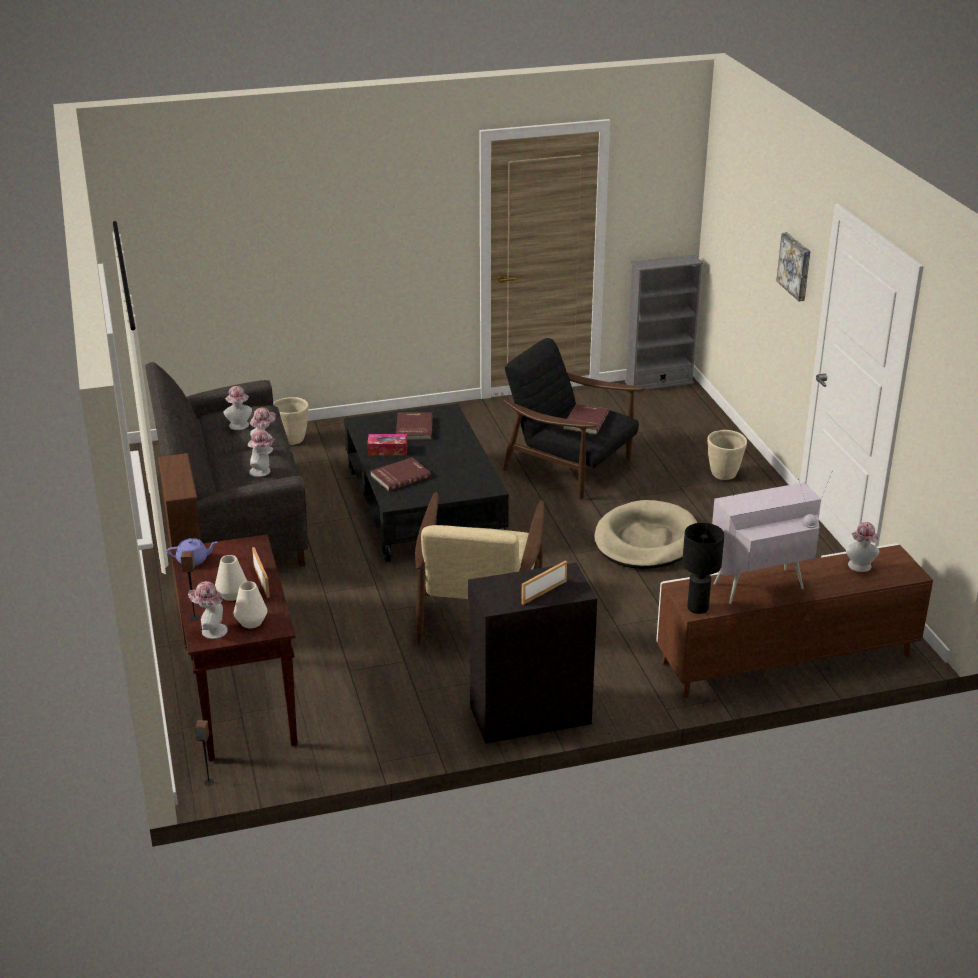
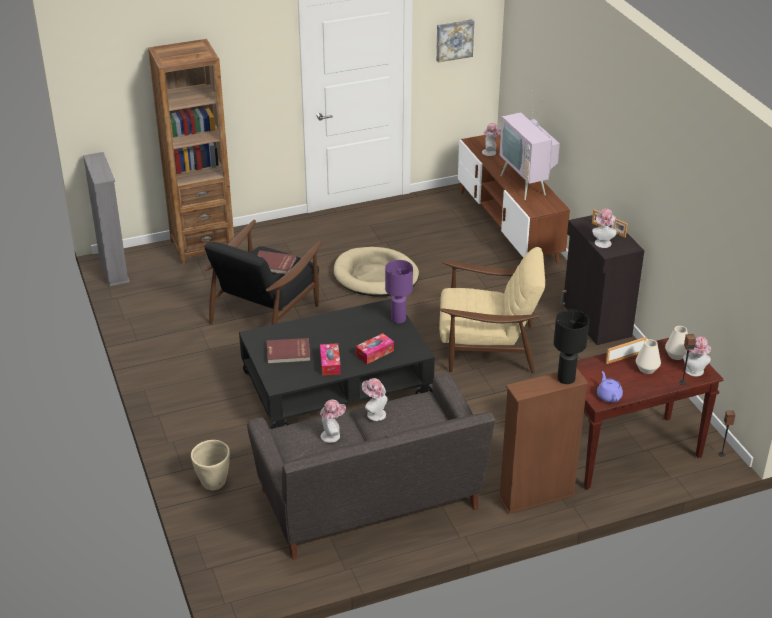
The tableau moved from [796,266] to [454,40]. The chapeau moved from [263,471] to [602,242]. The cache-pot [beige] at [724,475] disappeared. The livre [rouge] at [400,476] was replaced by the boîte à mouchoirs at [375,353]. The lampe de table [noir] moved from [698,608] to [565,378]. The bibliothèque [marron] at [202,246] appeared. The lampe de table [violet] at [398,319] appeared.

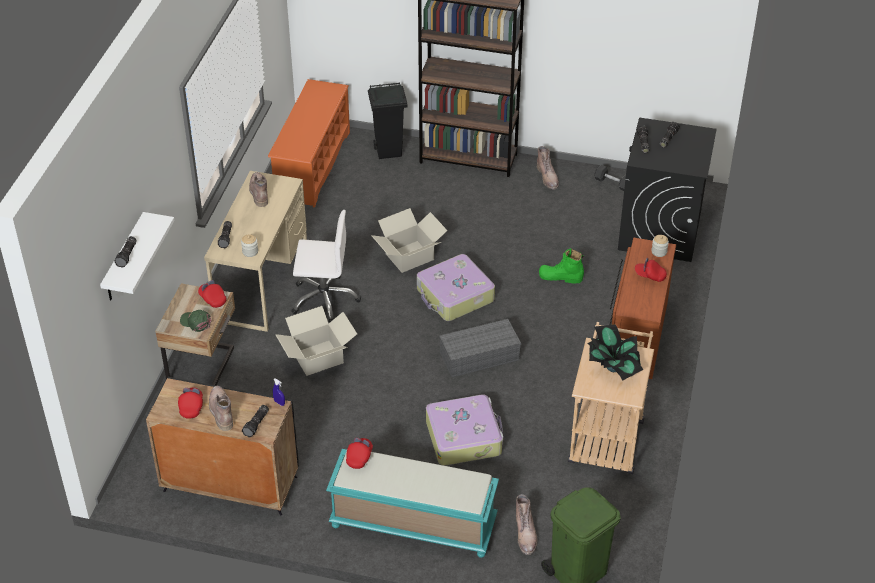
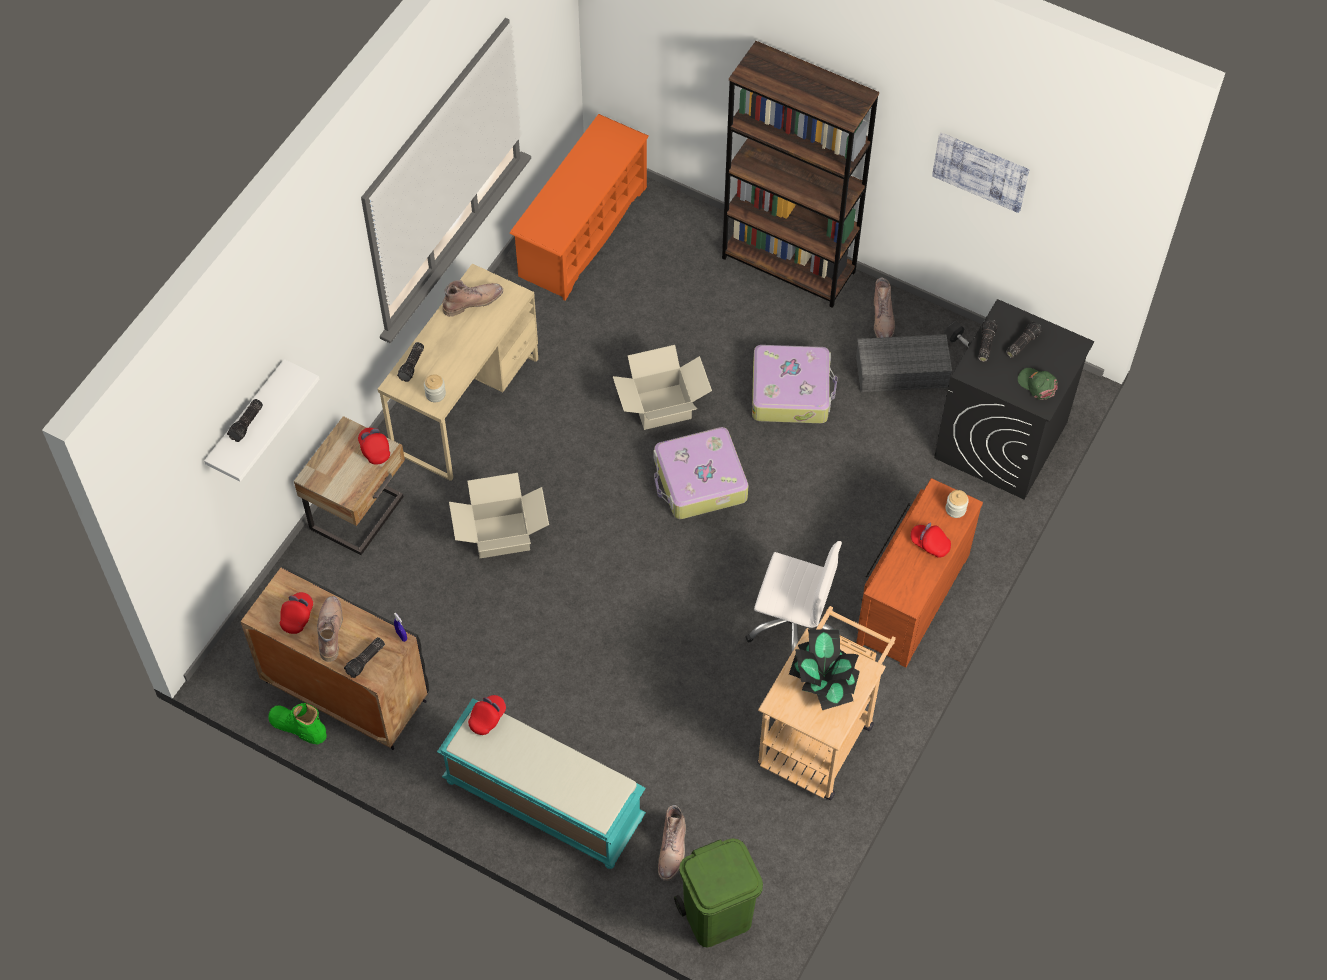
The poubelle [noir] at [389,151] disappeared. The botte [marron] at [258,192] turned 60 degrees clockwise. The chaise de bureau [blanc] moved from [324,299] to [793,626]. The botte [vert] moved from [560,277] to [298,727]. The casquette [vert] moved from [196,322] to [1037,384]. The boîte de rangement [gris] moved from [478,357] to [900,372]. The valise moved from [464,437] to [791,391]. The tableau at [981,171] appeared.

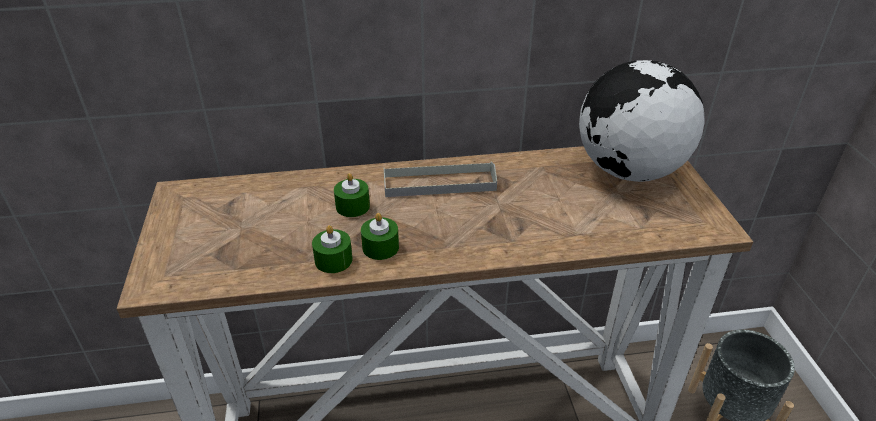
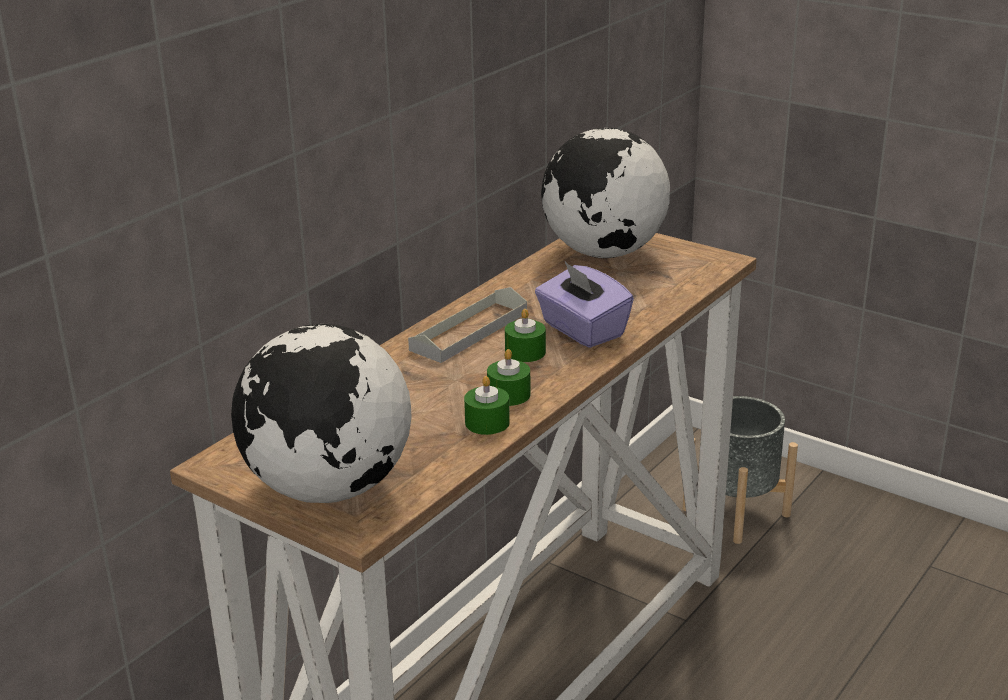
The bougie [vert] moved from [352,206] to [525,352]. The boîte à mouchoirs [violet] at [582,330] appeared. The globe at [329,489] appeared.

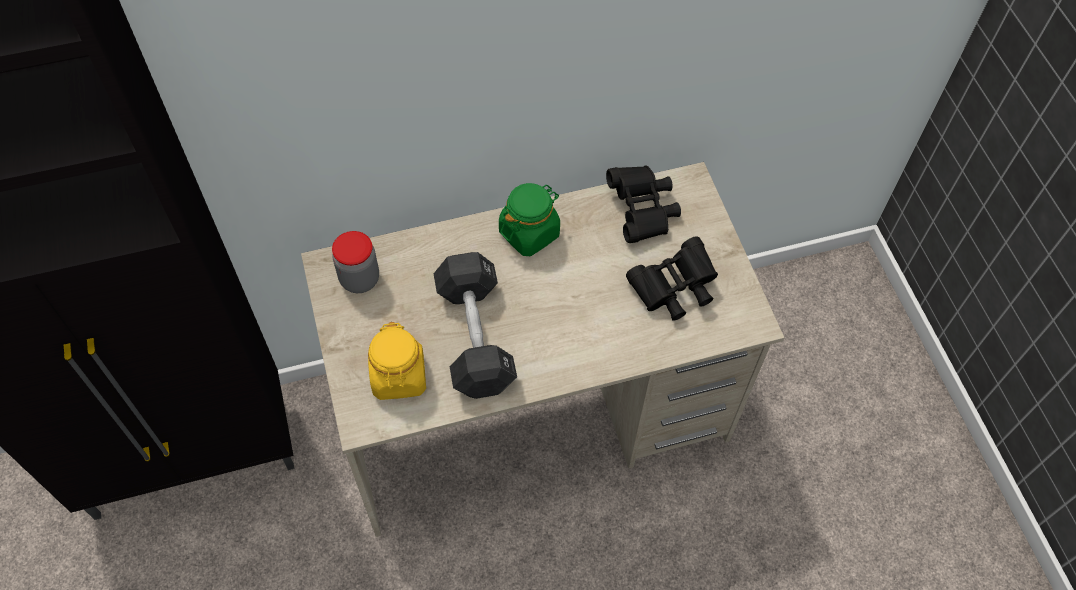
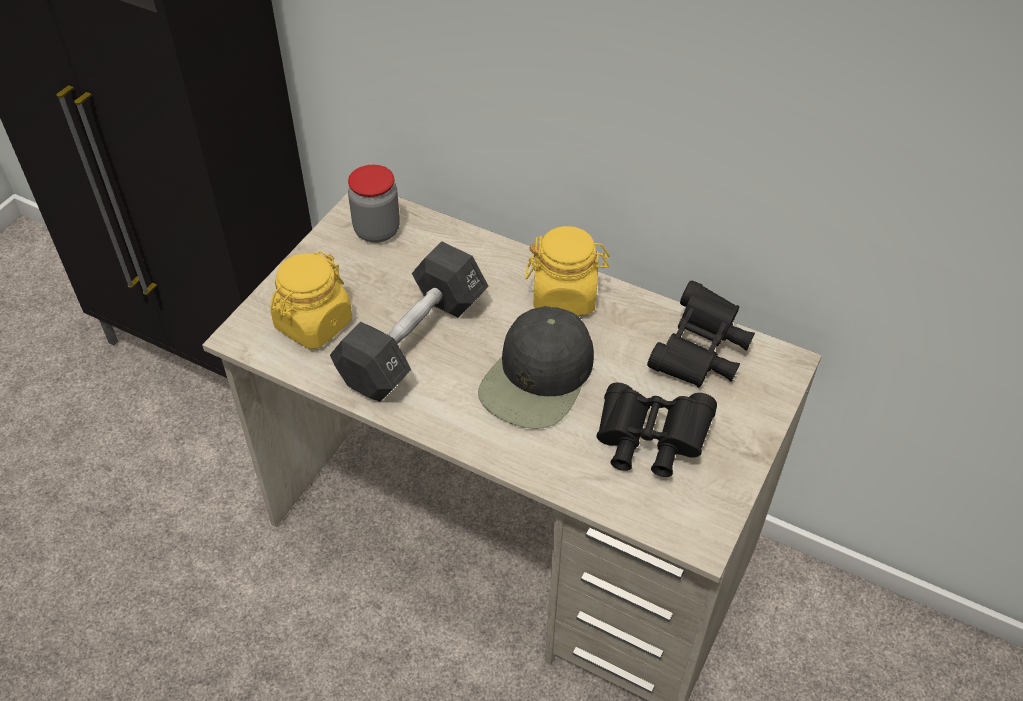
The bocal [vert] at [529,233] became the bocal [jaune] at [565,296]. The casquette [noir] at [538,379] appeared.

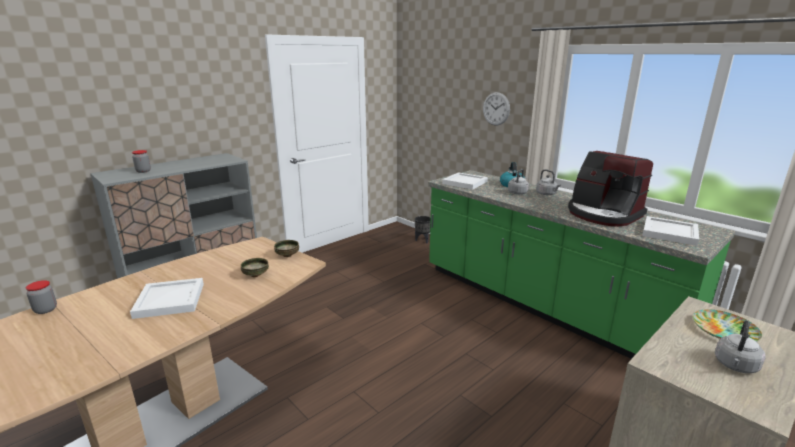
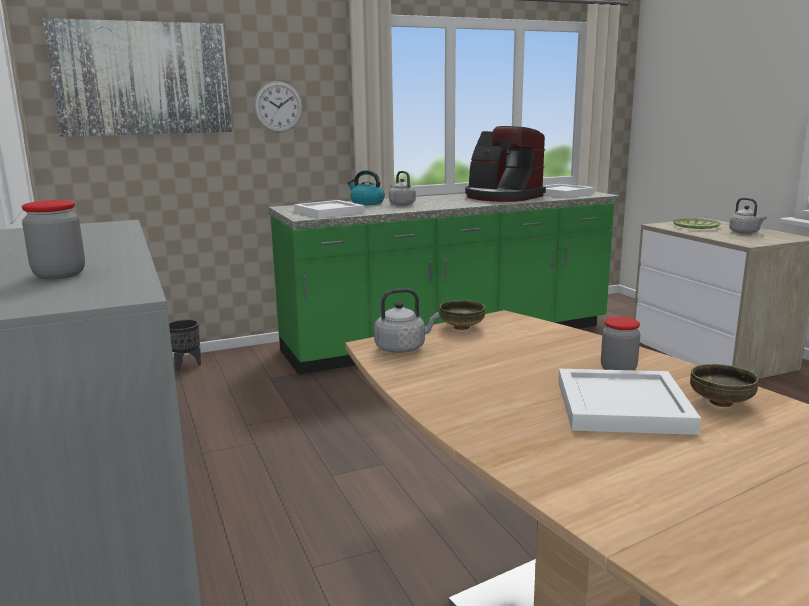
The machine à café at [603,214] turned 60 degrees clockwise. The bouilloire [gris] moved from [547,194] to [403,348]. The bol moved from [255,275] to [720,403]. The bocal moved from [45,310] to [618,370]. The tableau at [143,79] appeared.

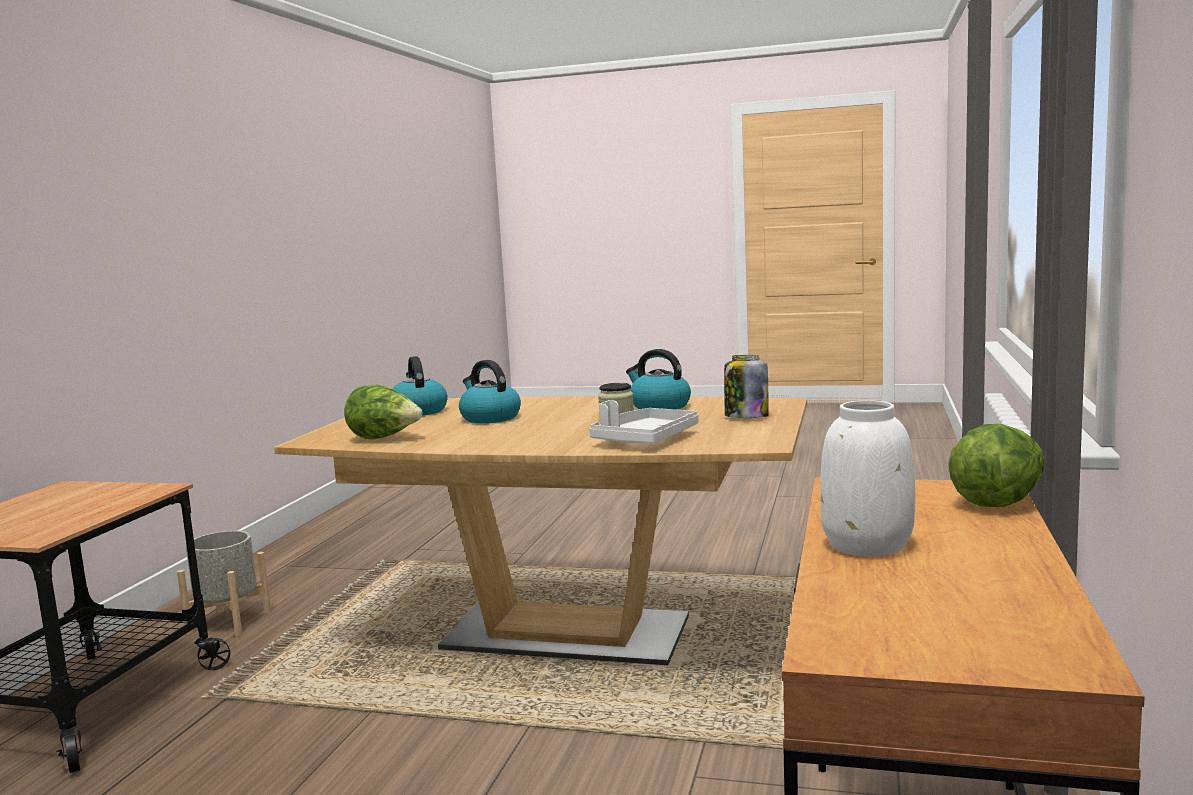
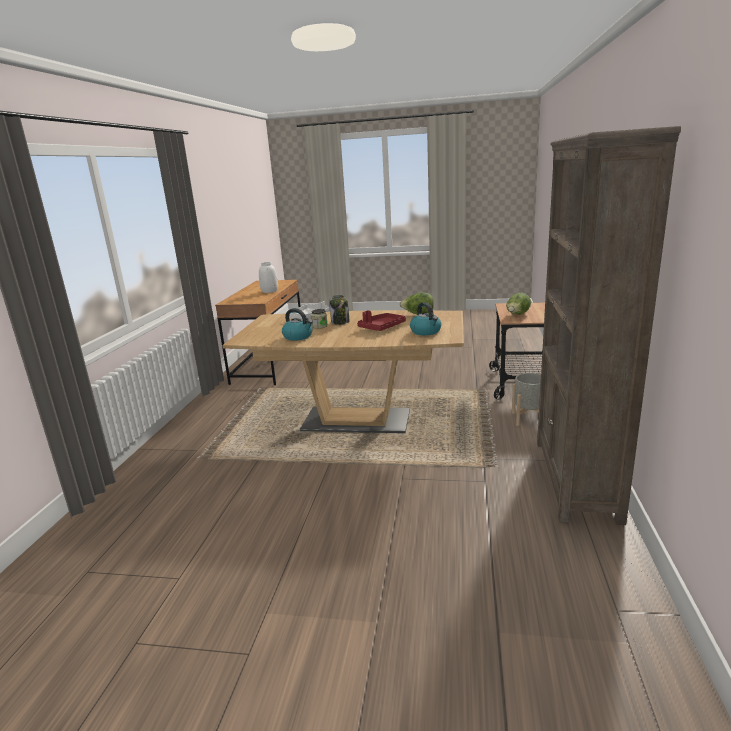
The bocal moved from [745,417] to [340,322]. The bouilloire at [489,418] was replaced by the plateau [rouge] at [381,327]. The laitue moved from [998,501] to [517,315]. The bibliothèque [marron] at [575,479] appeared.

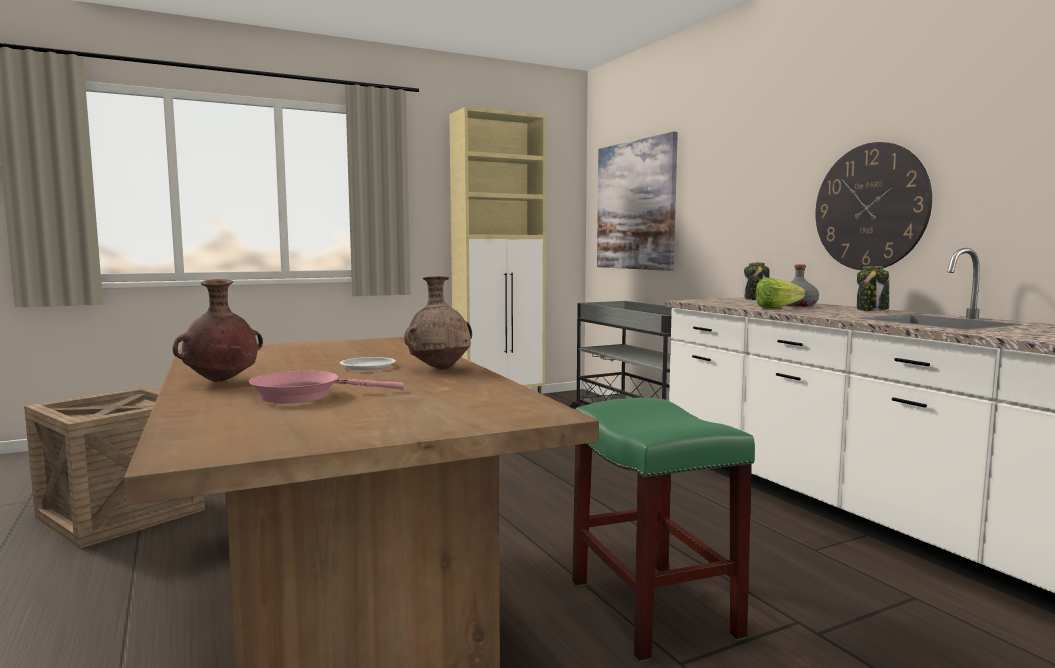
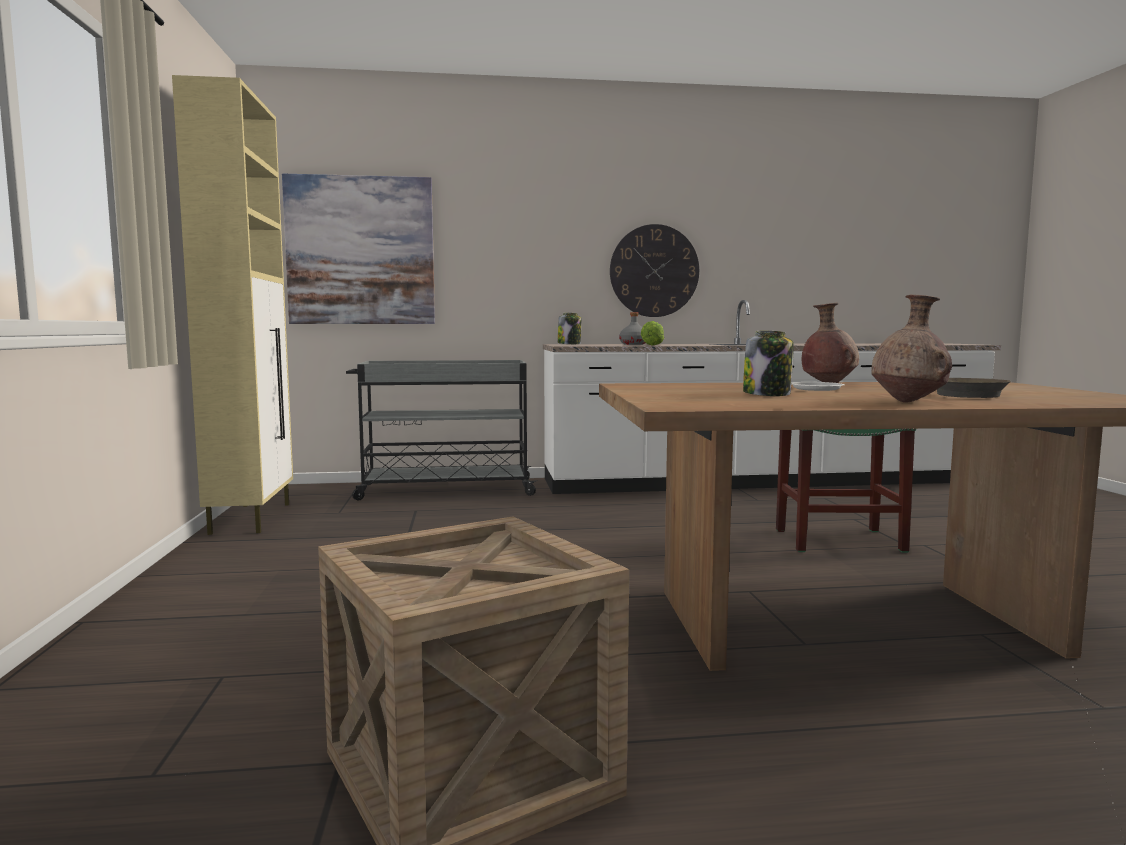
The bocal moved from [872,310] to [767,394]. The poêle [rose] at [304,396] became the poêle [marron] at [963,395].

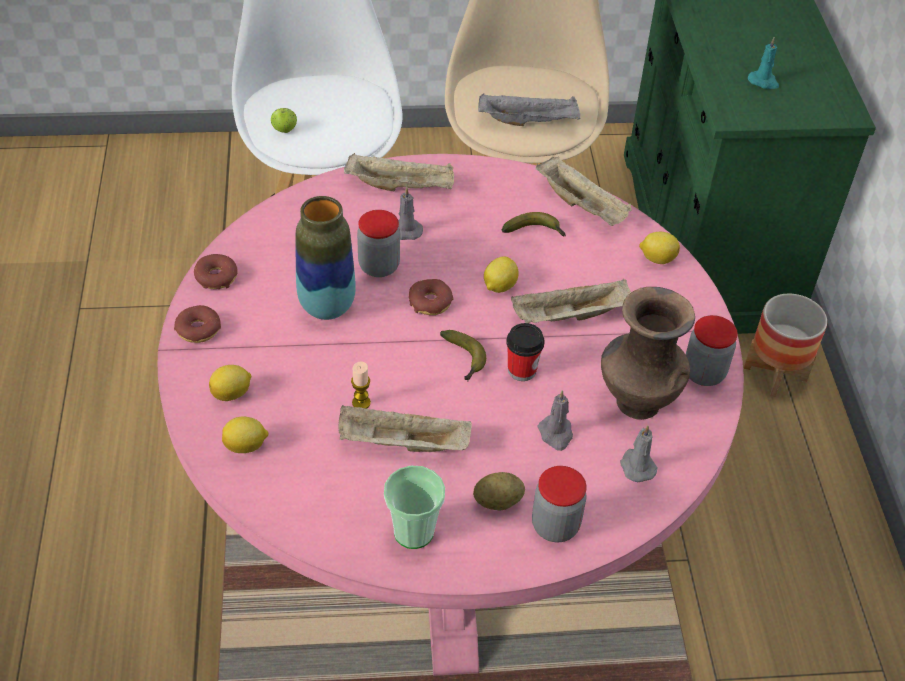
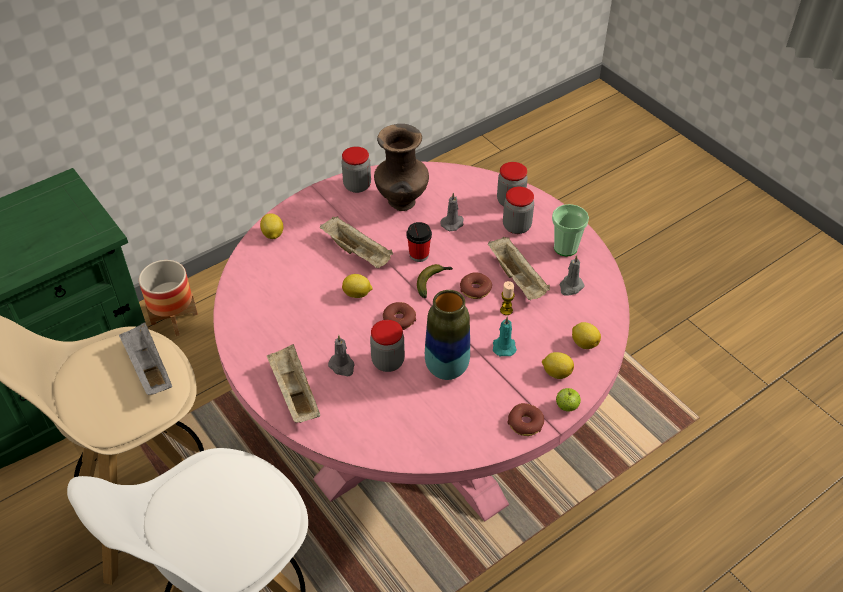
The bougie [turquoise] moved from [763,82] to [504,346]. The pomme moved from [284,130] to [566,407]. The plateau [beige] at [582,206] disappeared. The banane at [535,232] disappeared. The beignet moved from [216,277] to [475,289]. The bougie [gris] moved from [636,466] to [570,287]. The pomme de terre at [498,501] was replaced by the bocal at [516,226].

